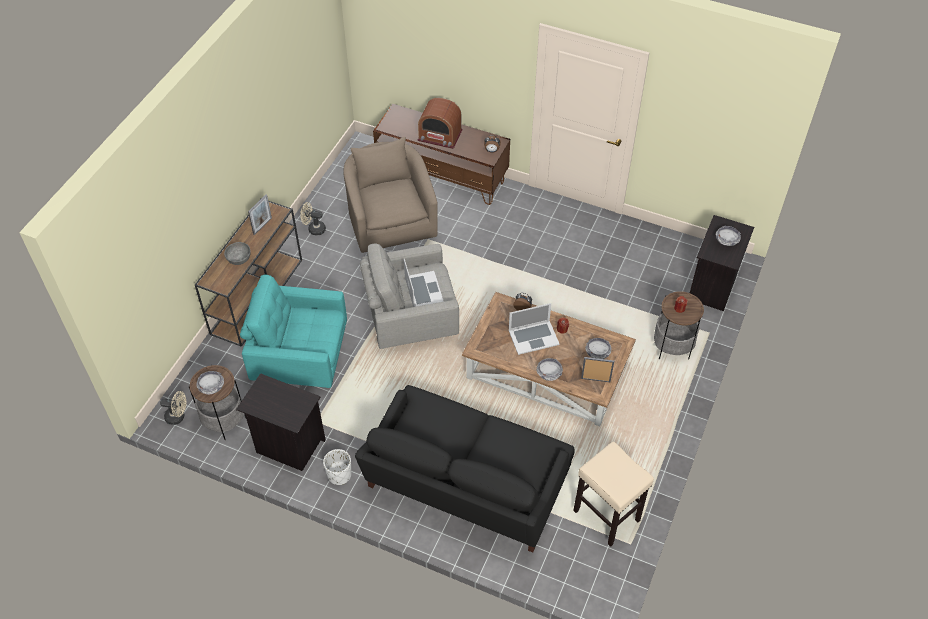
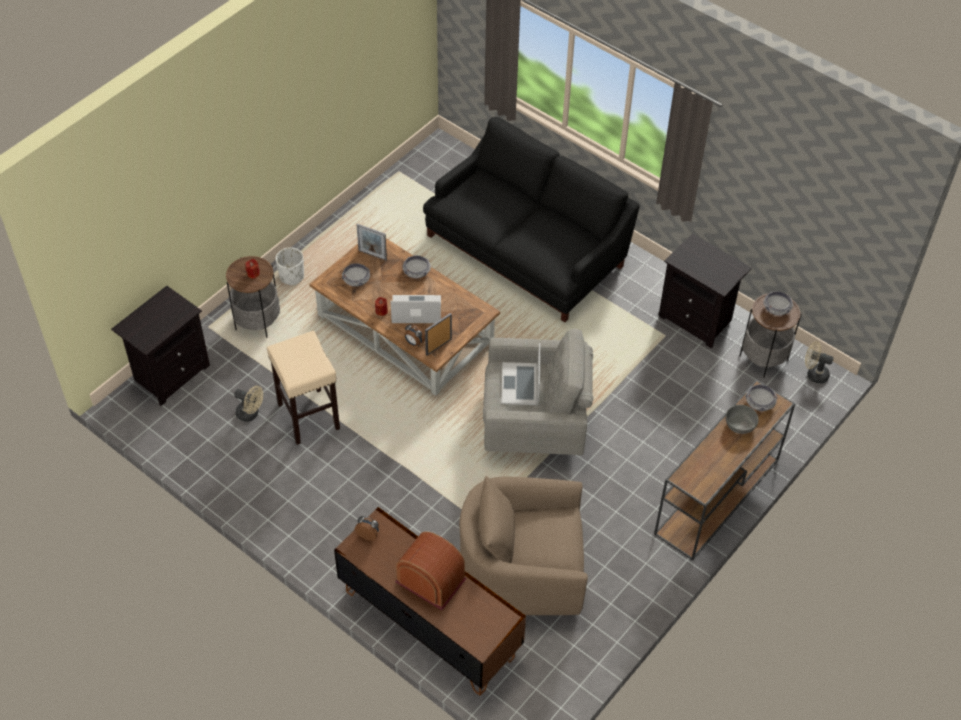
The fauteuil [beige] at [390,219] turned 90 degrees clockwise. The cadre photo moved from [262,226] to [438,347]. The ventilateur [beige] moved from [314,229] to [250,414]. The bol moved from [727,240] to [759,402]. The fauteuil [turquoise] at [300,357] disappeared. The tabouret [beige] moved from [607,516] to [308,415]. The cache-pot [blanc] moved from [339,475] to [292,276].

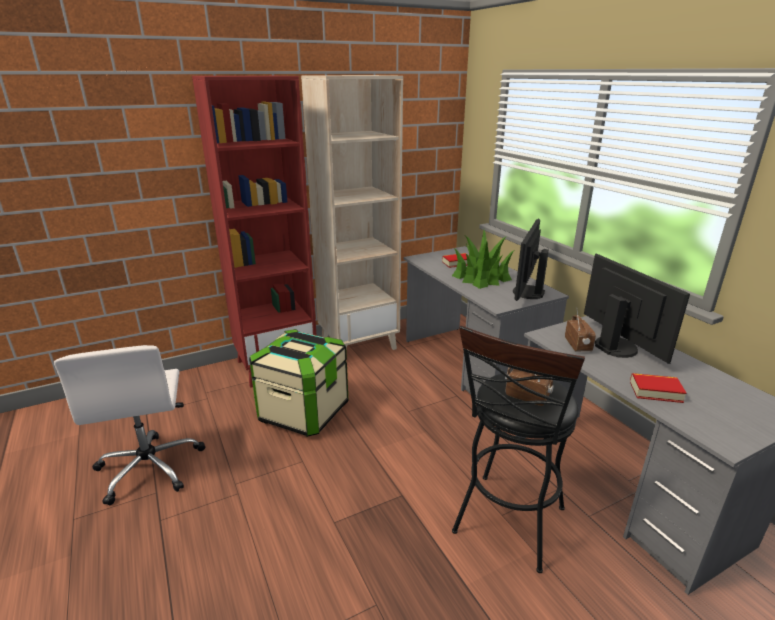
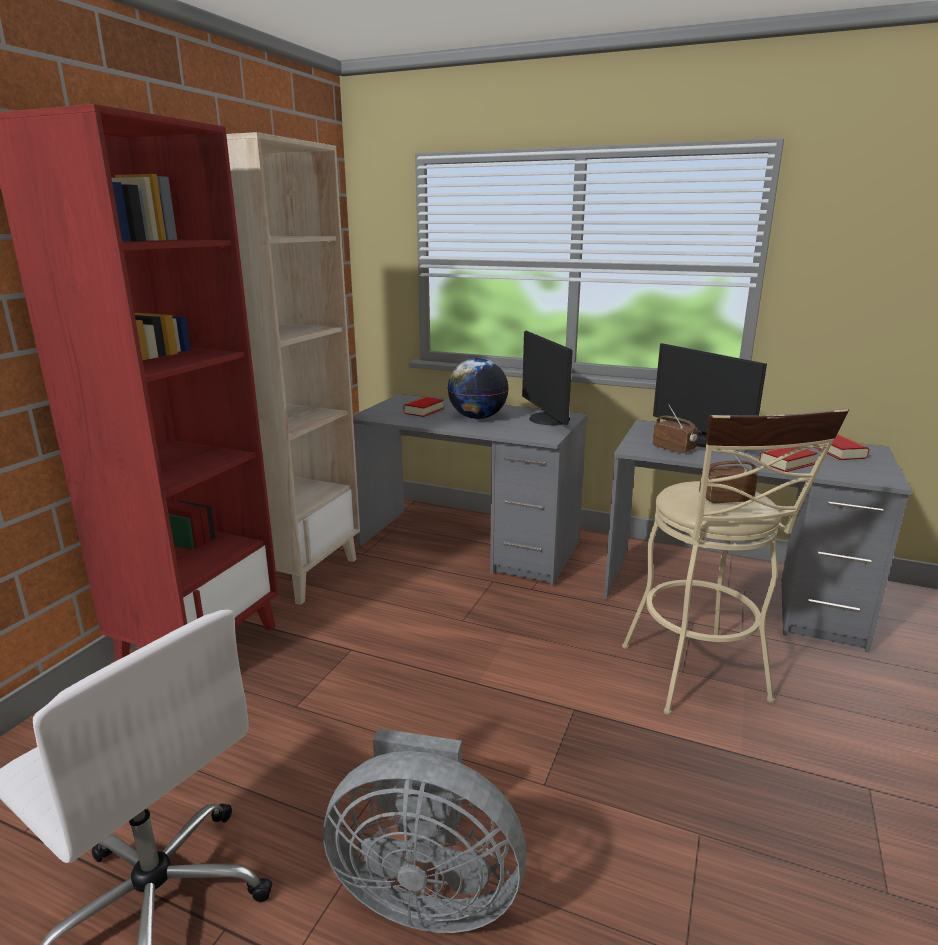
The plante en pot at [481,277] was replaced by the globe at [477,417]. The écran d'ordinateur at [617,346] turned 150 degrees counterclockwise. The tabouret [noir] at [506,527] became the tabouret [beige] at [700,680]. The boîte de rangement at [303,412] disappeared. The livre at [839,452] appeared. The ventilateur [gris] at [425,891] appeared.

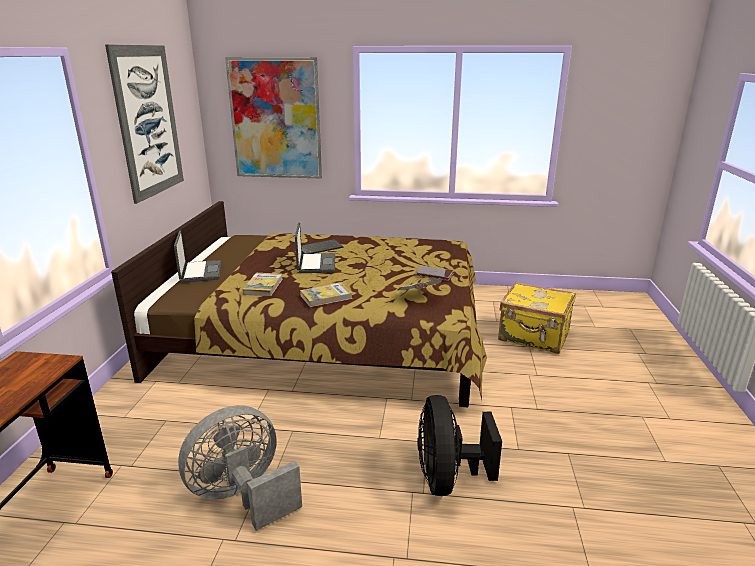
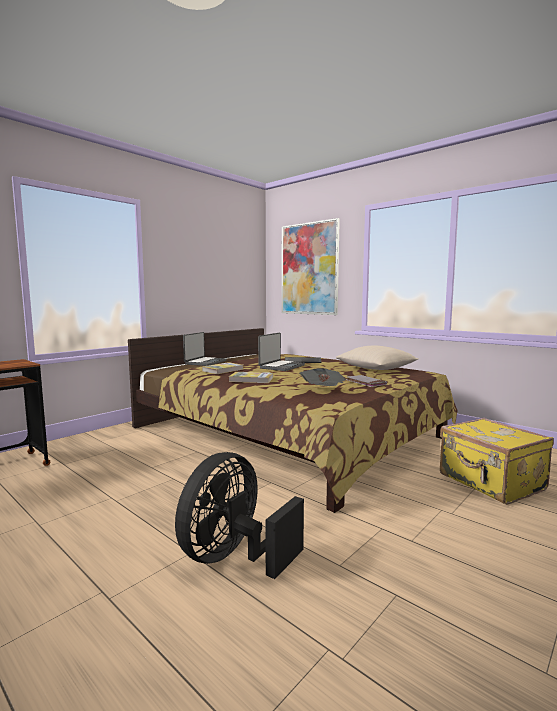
The tableau at [148,121] disappeared. The ventilateur [gris] at [243,496] disappeared. The coussin [beige] at [376,369] appeared.

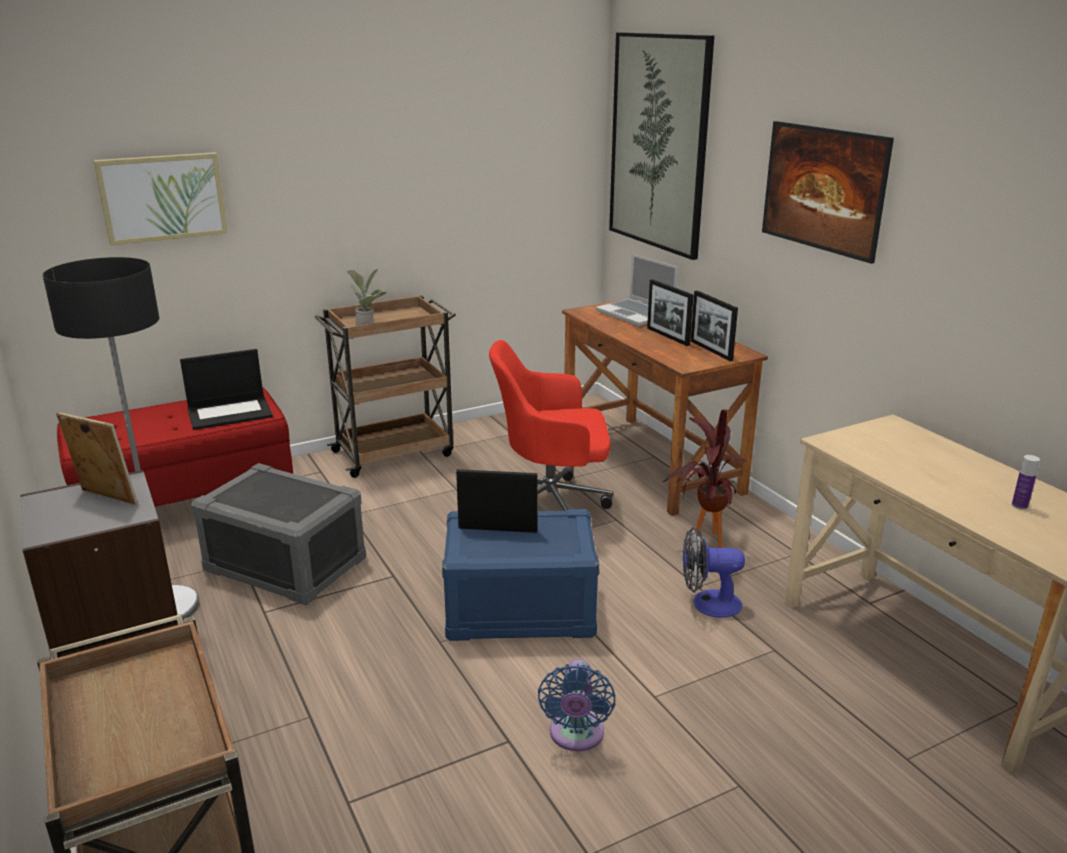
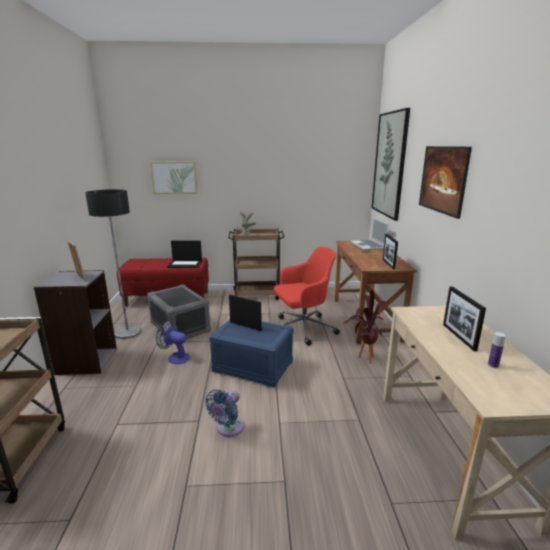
The cadre photo moved from [667,336] to [459,337]. The chaise de bureau [rouge] at [551,508] turned 135 degrees clockwise. The ventilateur moved from [708,603] to [175,357].

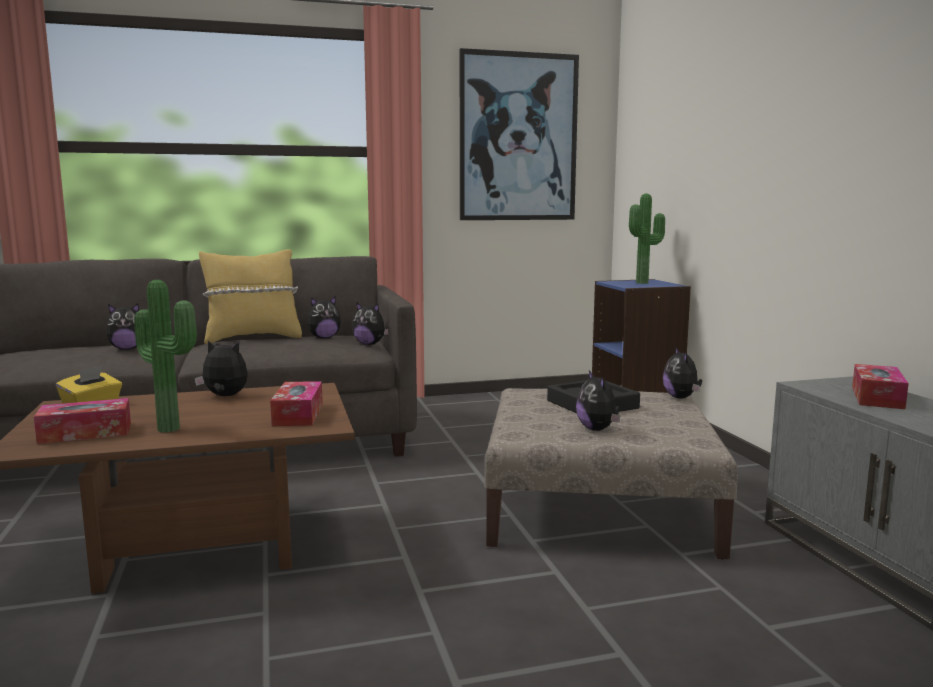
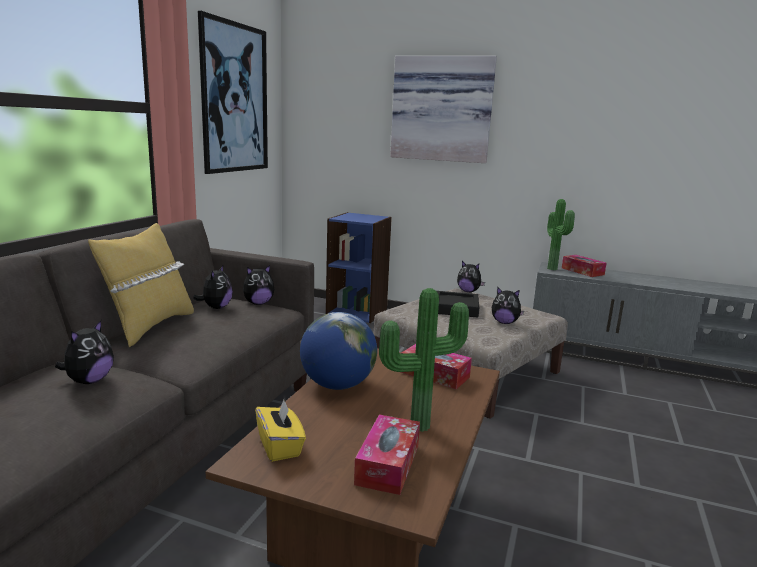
The plante en pot moved from [644,283] to [554,268]. The peluche at [225,396] was replaced by the globe at [337,385]. The tableau at [442,109] appeared.

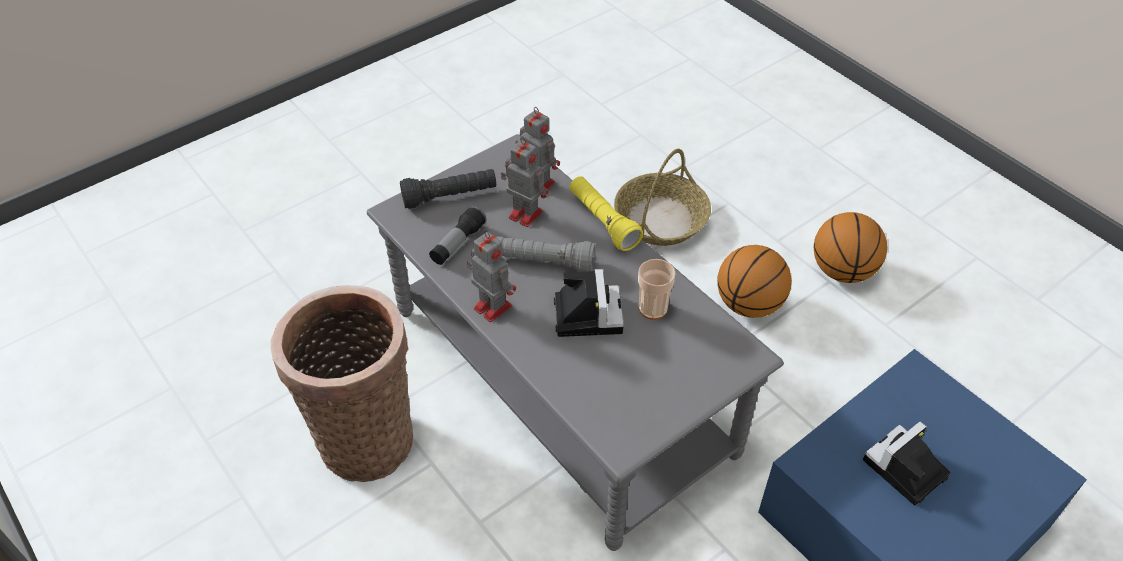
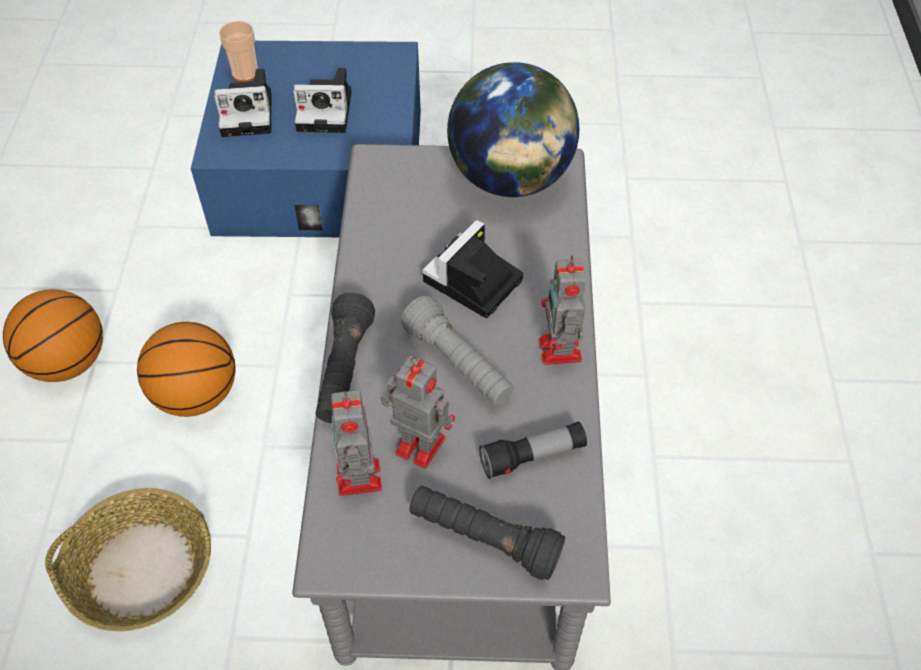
The robot jouet at [524,213] turned 135 degrees clockwise. The lampe de poche [jaune] at [602,222] became the lampe de poche [noir] at [344,370]. The tasse moved from [653,308] to [245,73]. The panier at [364,436] disappeared. The globe at [511,178] appeared. The appareil photo at [249,113] appeared.

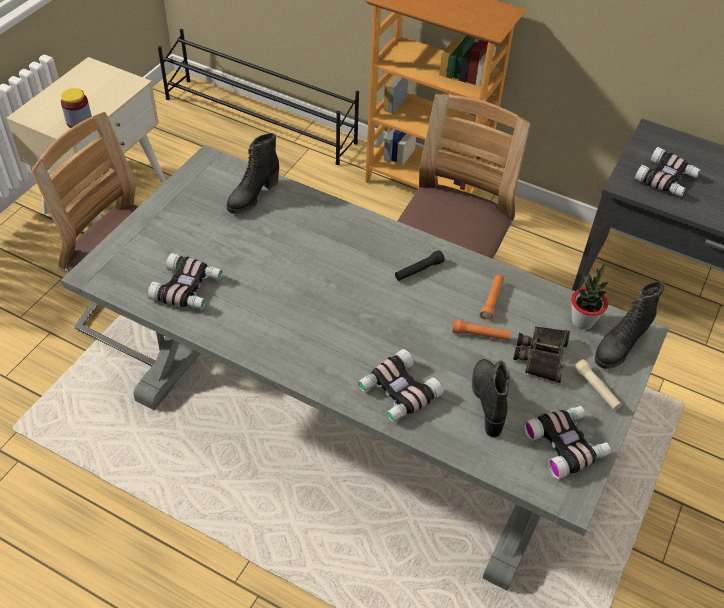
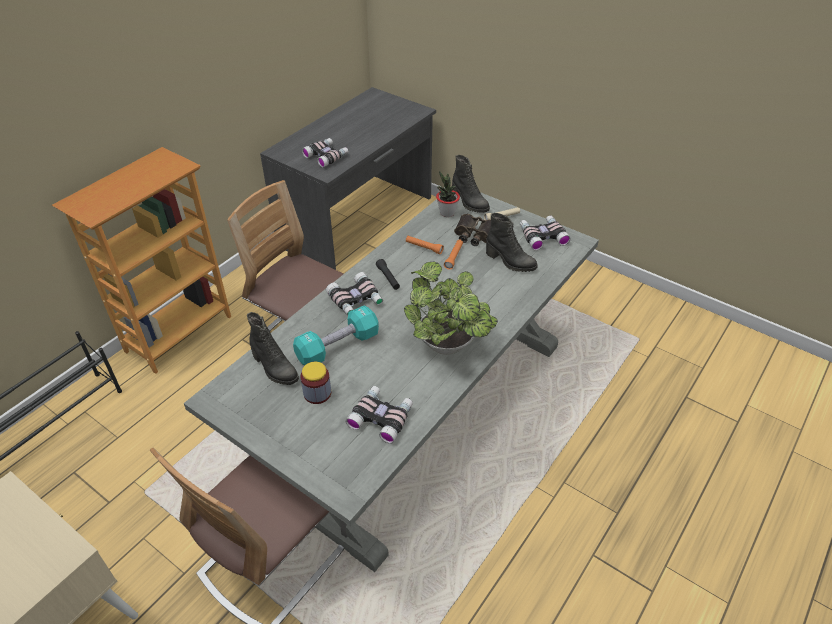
The bocal moved from [79,121] to [317,393]. The jumelles moved from [397,392] to [356,300]. The botte [noir] at [488,402] turned 150 degrees counterclockwise. The plante en pot at [449,346] appeared. The haltère [turquoise] at [338,346] appeared.

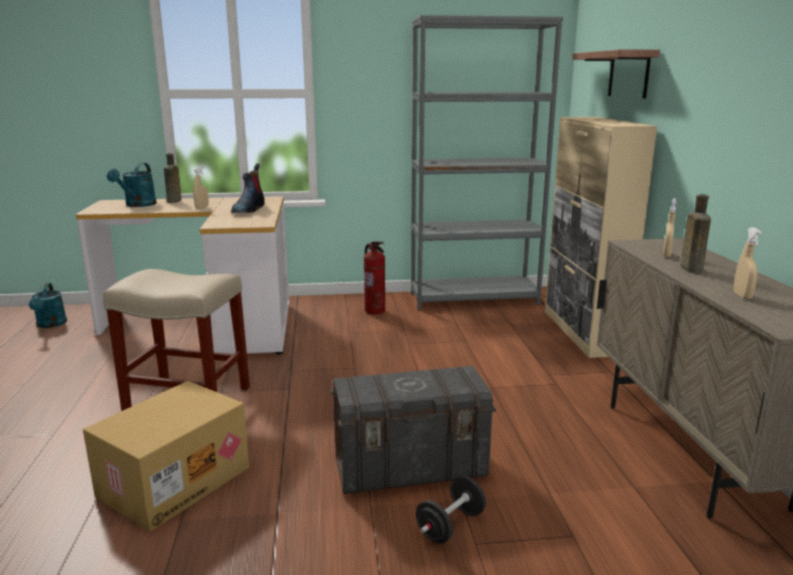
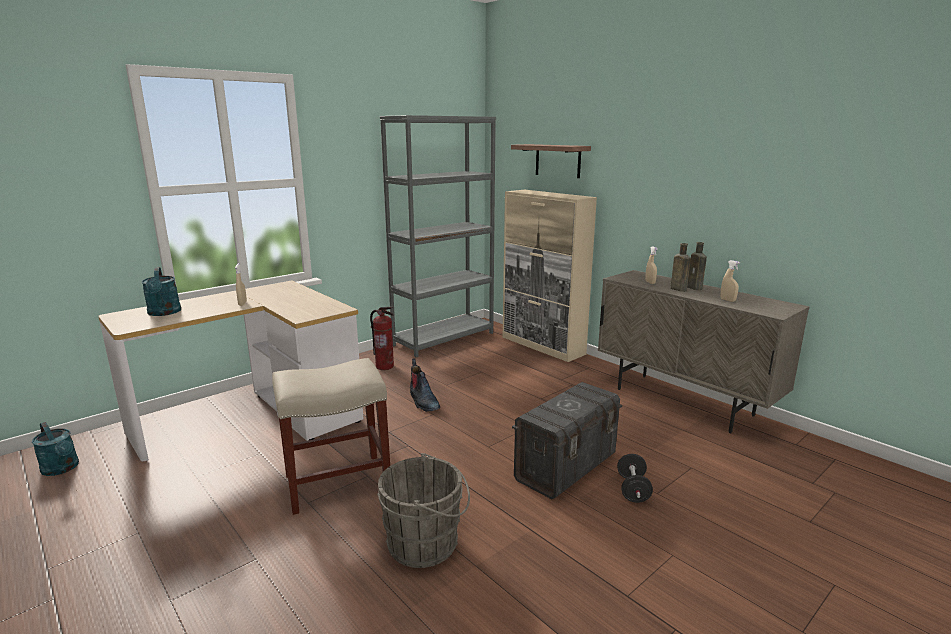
The bouteille [marron] moved from [174,201] to [695,288]. The botte moved from [248,209] to [423,401]. The carton at [174,481] was replaced by the seau [gris] at [427,543].

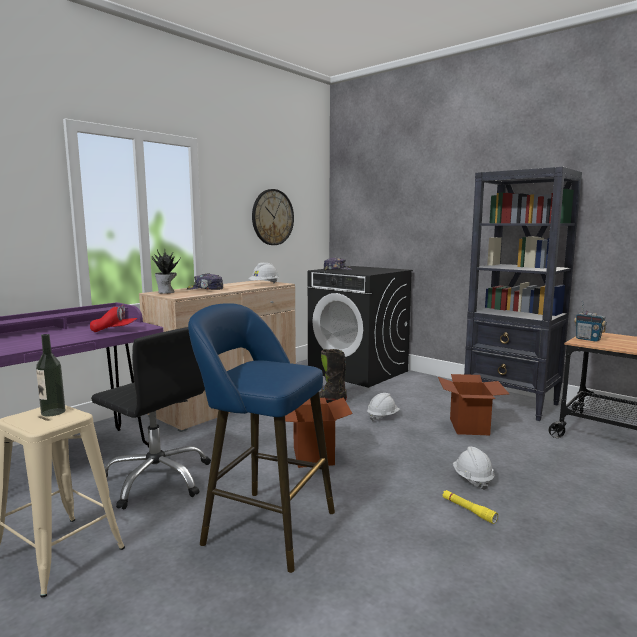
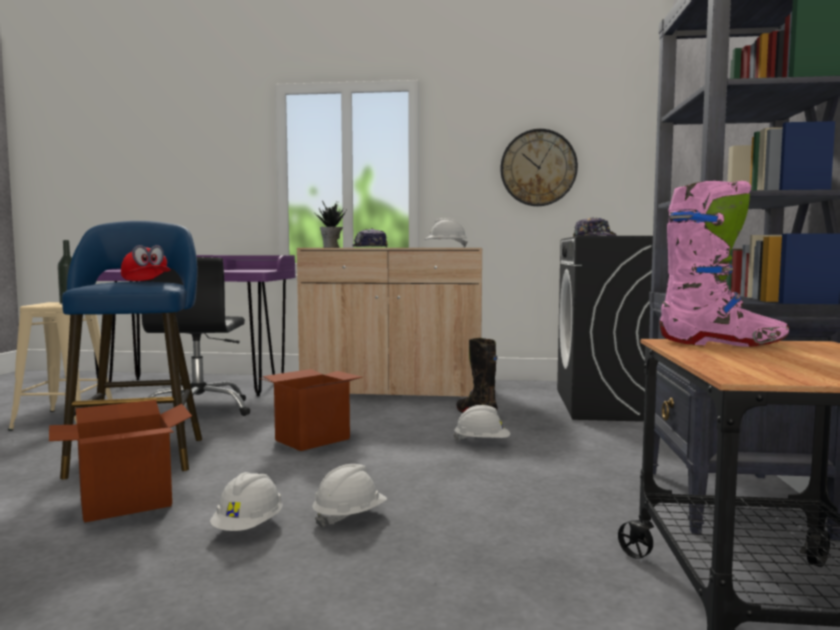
The radio at [588,339] was replaced by the botte [rose] at [722,343]. The casquette [rouge] moved from [114,331] to [146,281]. The carton moved from [469,427] to [125,503]. The lampe de poche [jaune] at [468,510] was replaced by the casque de chantier [blanc] at [248,528].

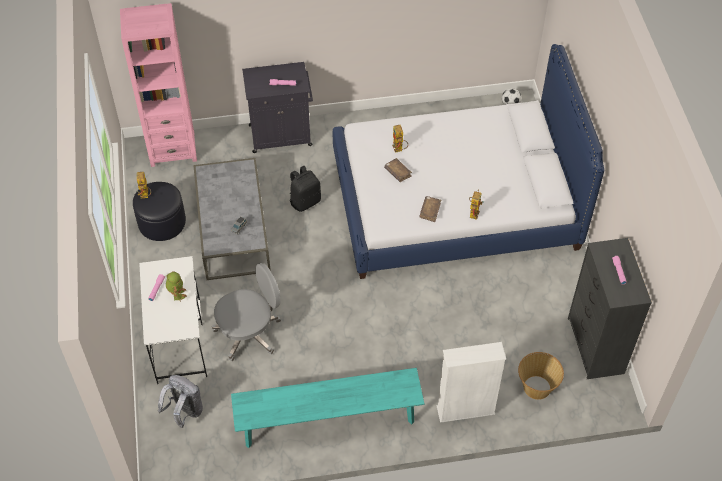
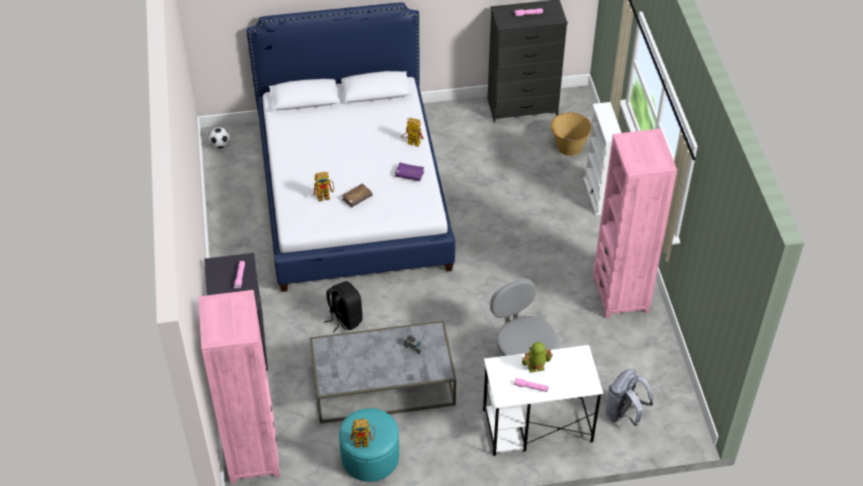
The pouf [noir] at [162,222] became the pouf [turquoise] at [370,456]. The livre [marron] at [430,211] became the livre [violet] at [409,175]. The banc [turquoise] at [328,421] was replaced by the bibliothèque [rose] at [620,294].

